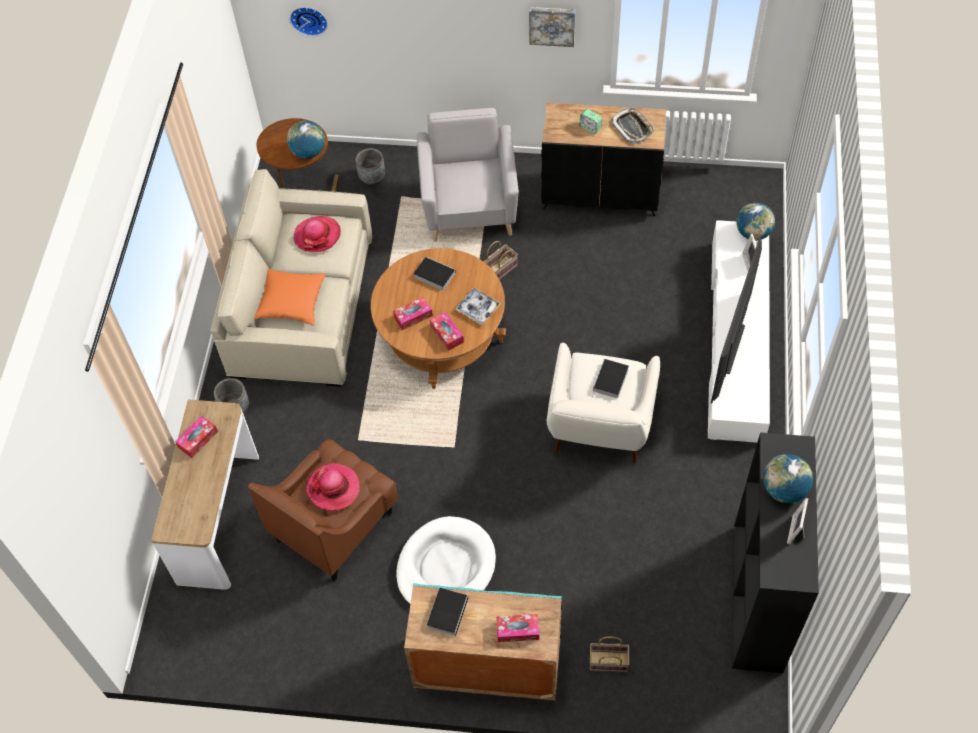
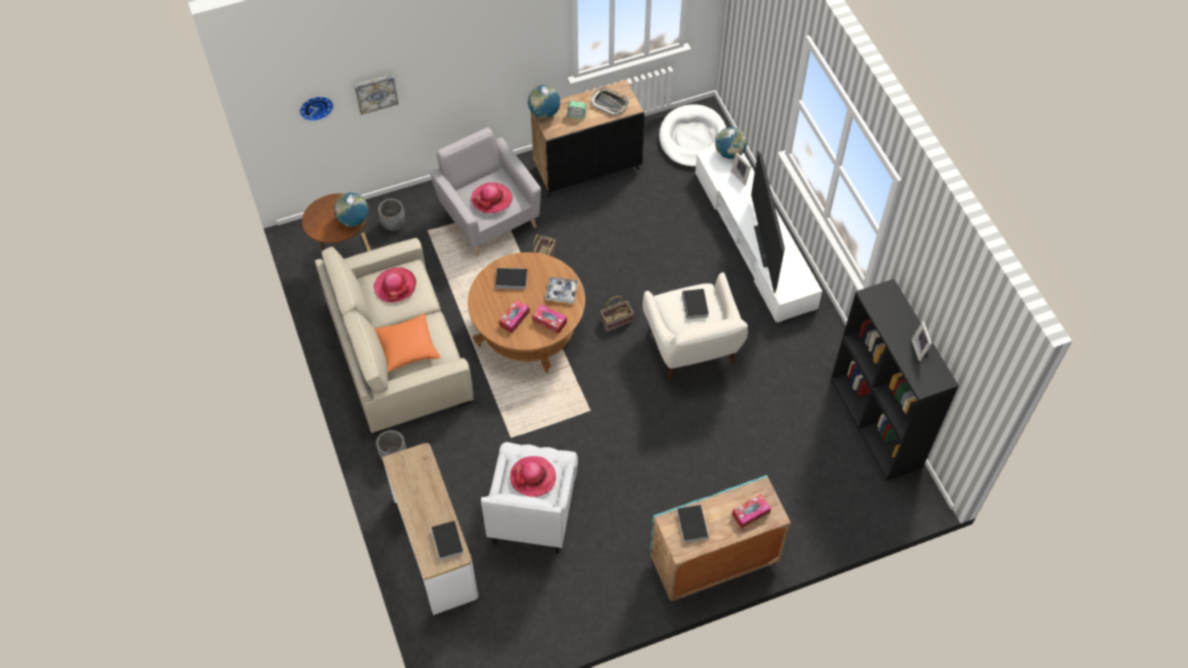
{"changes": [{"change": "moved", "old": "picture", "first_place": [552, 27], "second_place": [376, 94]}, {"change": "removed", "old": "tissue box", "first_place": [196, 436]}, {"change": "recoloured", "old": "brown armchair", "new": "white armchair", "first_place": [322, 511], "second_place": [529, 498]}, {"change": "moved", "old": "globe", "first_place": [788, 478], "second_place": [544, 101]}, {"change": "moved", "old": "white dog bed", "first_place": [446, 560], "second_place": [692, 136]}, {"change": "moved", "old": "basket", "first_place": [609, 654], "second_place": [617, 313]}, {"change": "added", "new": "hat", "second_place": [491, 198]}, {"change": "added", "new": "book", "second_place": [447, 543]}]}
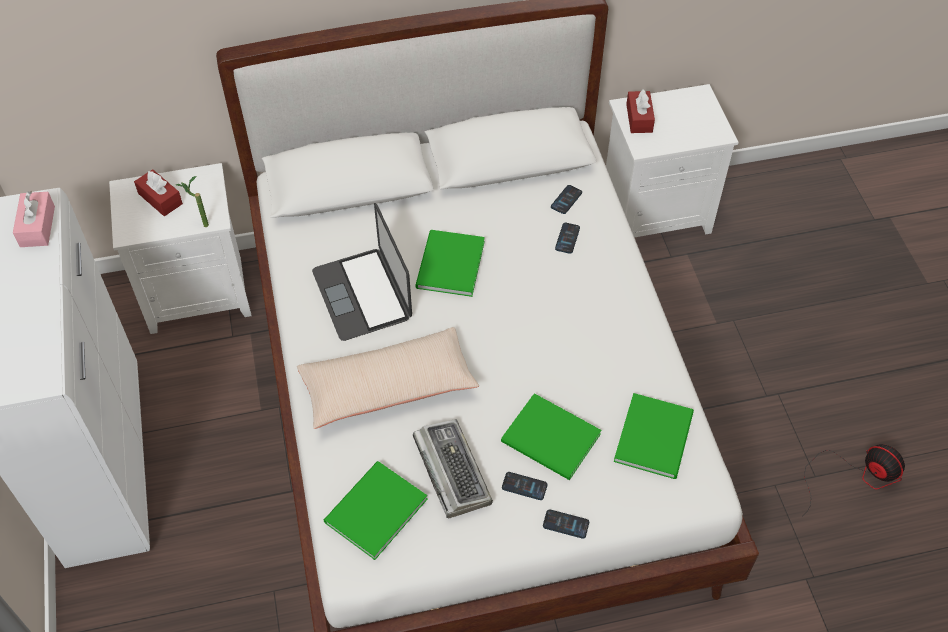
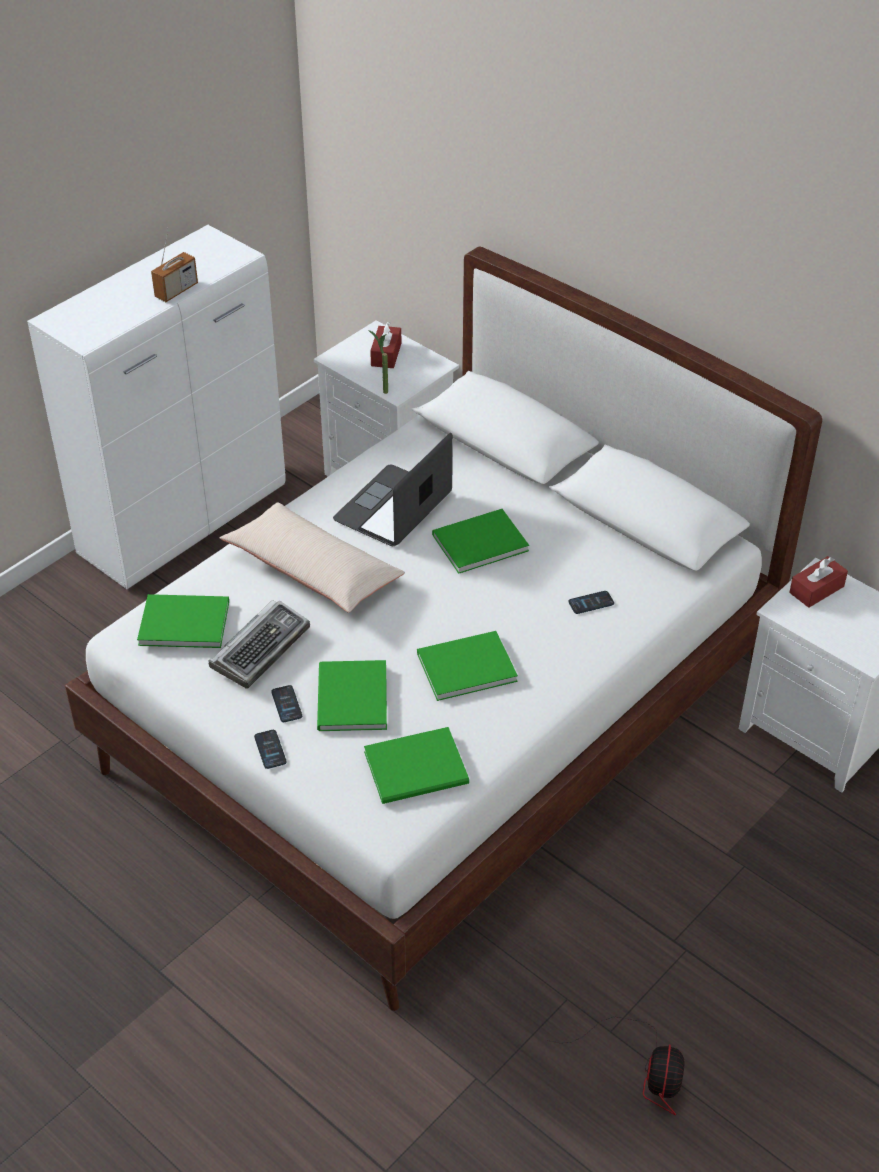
{"changes": [{"change": "removed", "old": "phone", "first_place": [566, 199]}, {"change": "removed", "old": "pink tissue box", "first_place": [34, 219]}, {"change": "added", "new": "radio", "second_place": [174, 264]}, {"change": "added", "new": "green book", "second_place": [467, 666]}]}
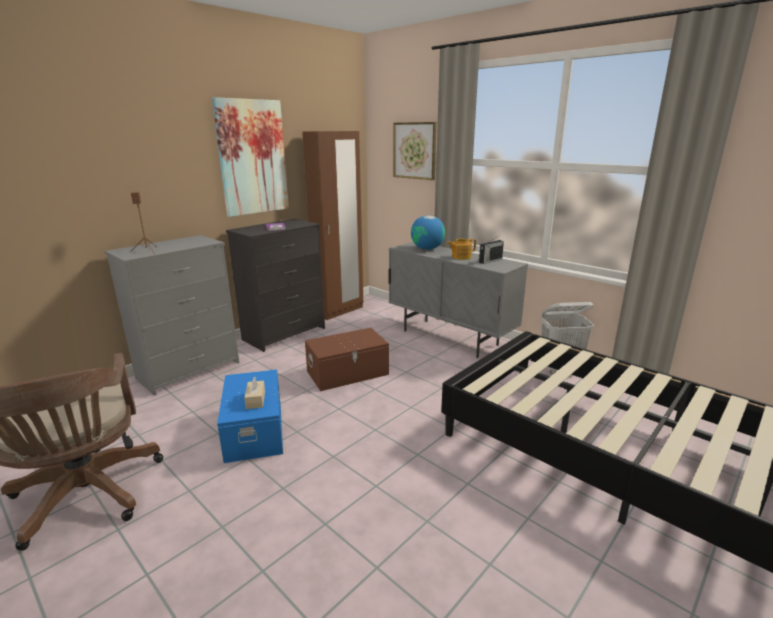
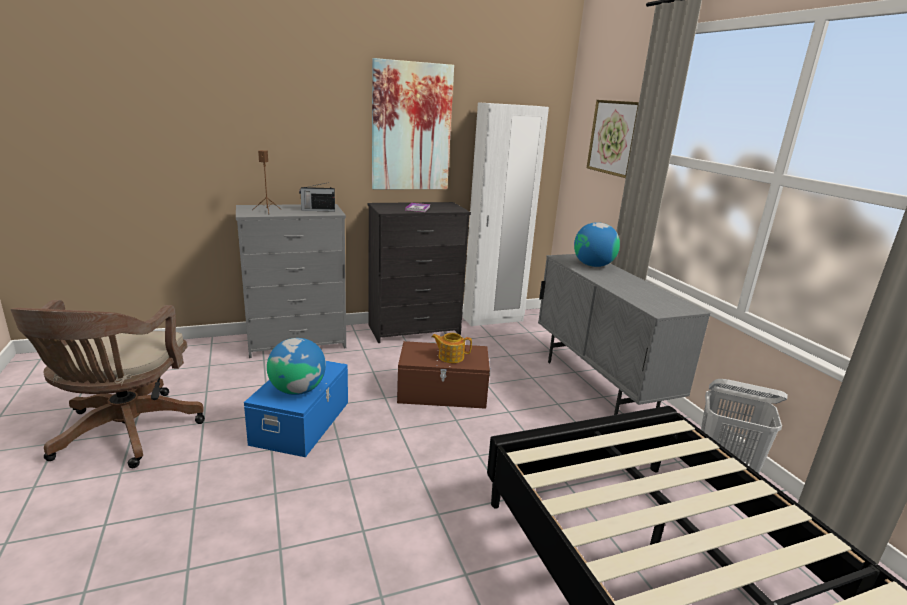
{"changes": [{"change": "recoloured", "old": "brown wardrobe", "new": "white wardrobe", "first_place": [333, 225], "second_place": [506, 214]}, {"change": "moved", "old": "radio", "first_place": [491, 250], "second_place": [317, 197]}, {"change": "moved", "old": "teapot", "first_place": [461, 249], "second_place": [452, 348]}, {"change": "replaced", "old": "beige tissue box", "new": "globe", "first_place": [254, 393], "second_place": [296, 366]}]}
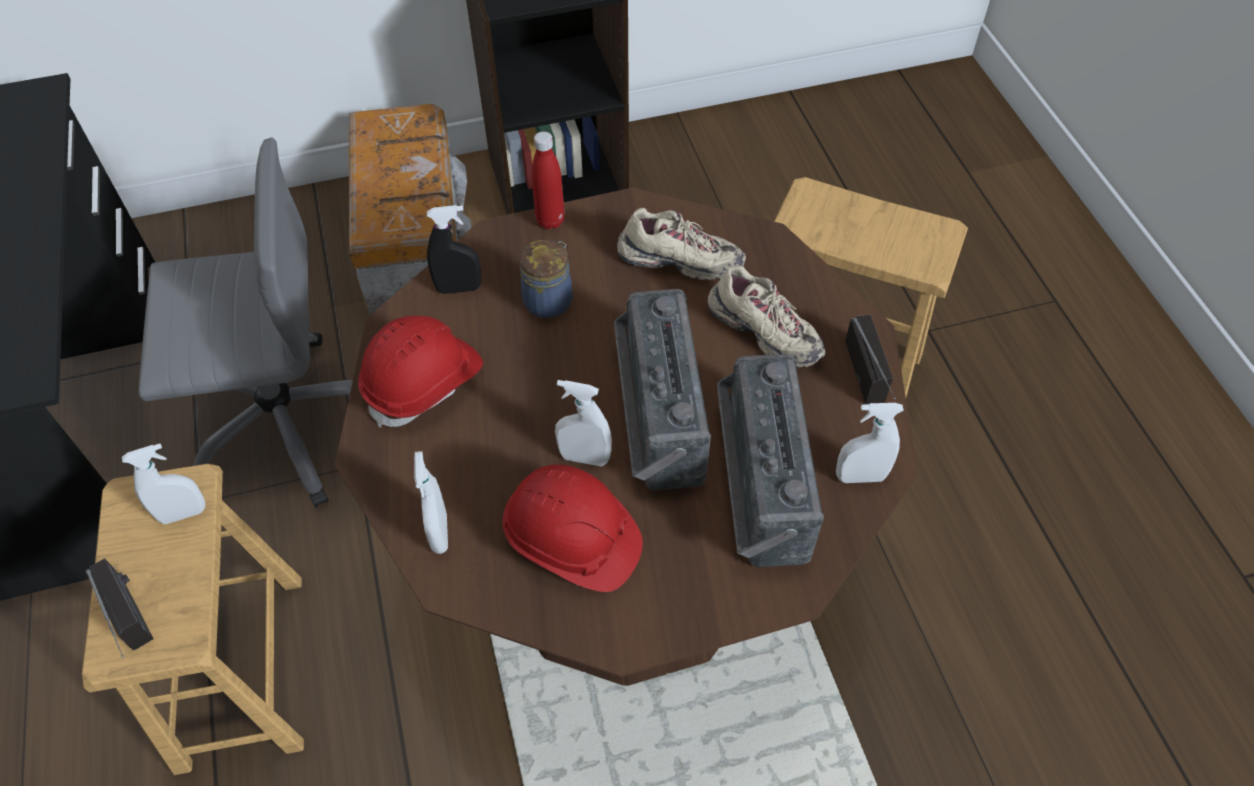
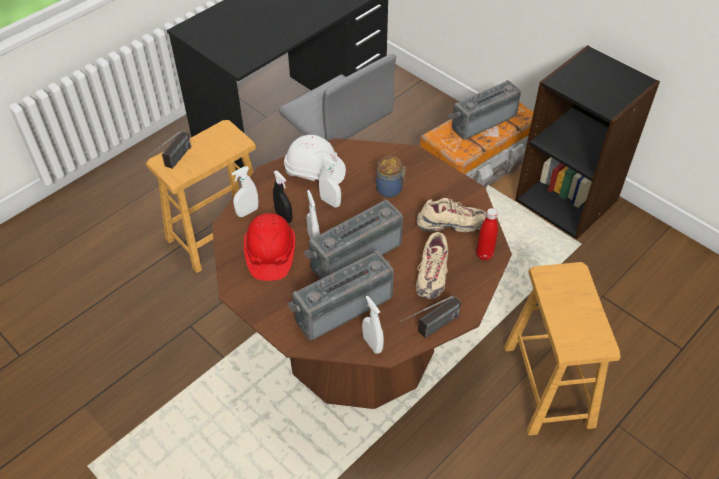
{"changes": [{"change": "moved", "old": "red bottle", "first_place": [548, 180], "second_place": [487, 234]}, {"change": "moved", "old": "black spray bottle", "first_place": [454, 249], "second_place": [283, 196]}, {"change": "turned", "old": "beige shoe", "first_place": [681, 244], "second_place": [451, 215], "degrees": -75}, {"change": "recoloured", "old": "red hard hat", "new": "white hard hat", "first_place": [420, 372], "second_place": [315, 159]}, {"change": "moved", "old": "white spray bottle", "first_place": [163, 483], "second_place": [330, 181]}, {"change": "added", "new": "radio", "second_place": [484, 110]}]}
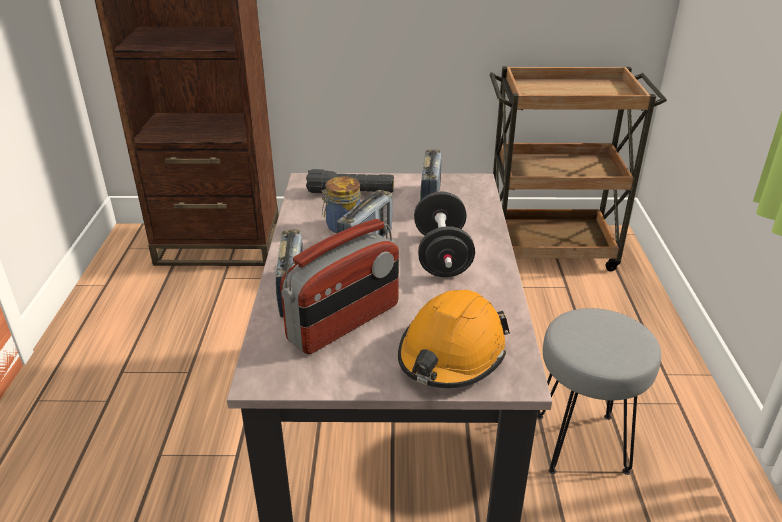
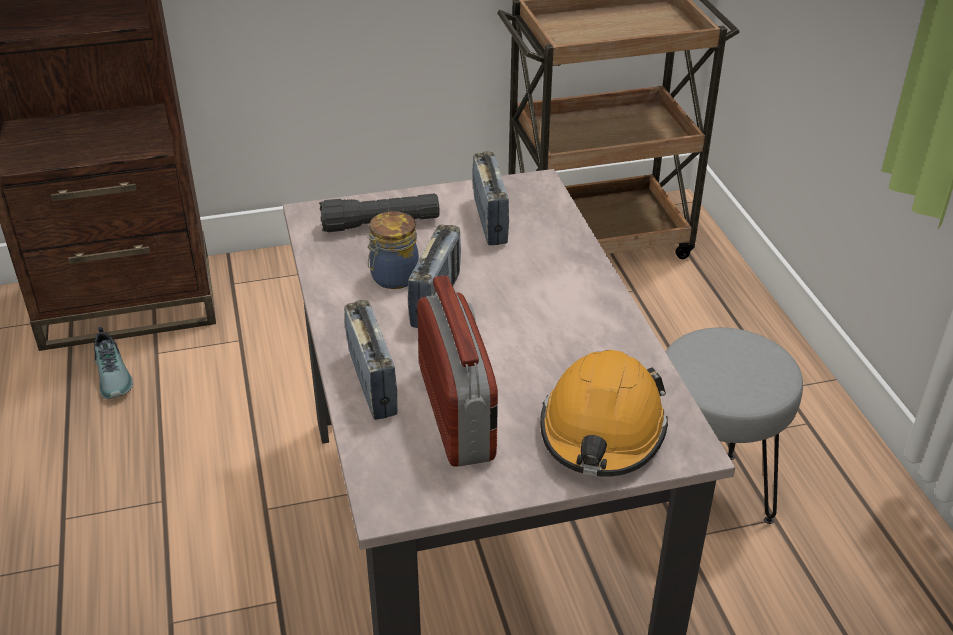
{"changes": [{"change": "removed", "old": "black dumbbell", "first_place": [444, 234]}, {"change": "turned", "old": "radio", "first_place": [339, 286], "second_place": [457, 371], "degrees": -45}, {"change": "added", "new": "shoe", "second_place": [113, 363]}]}
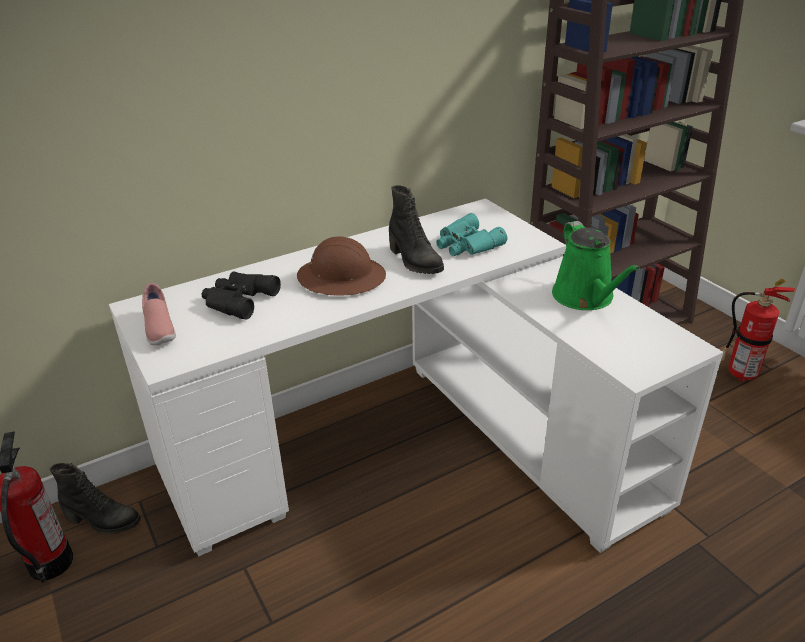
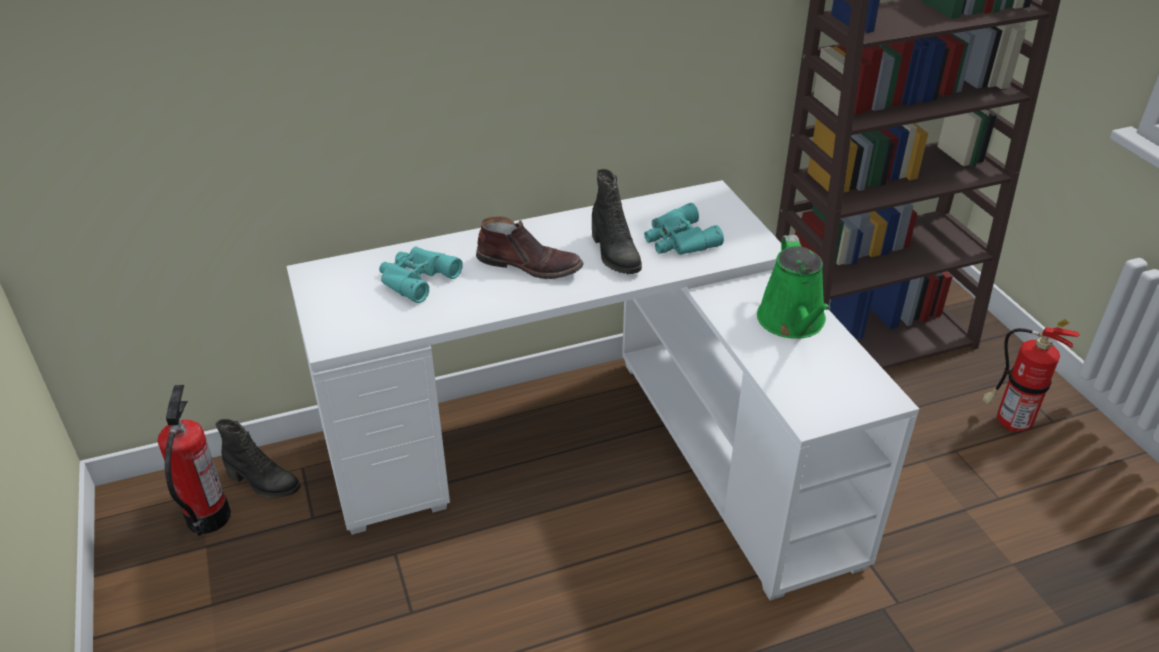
{"changes": [{"change": "replaced", "old": "brown hard hat", "new": "brown boot", "first_place": [341, 266], "second_place": [530, 247]}, {"change": "recoloured", "old": "black binoculars", "new": "turquoise binoculars", "first_place": [241, 295], "second_place": [420, 275]}, {"change": "removed", "old": "pink shoe", "first_place": [159, 314]}]}
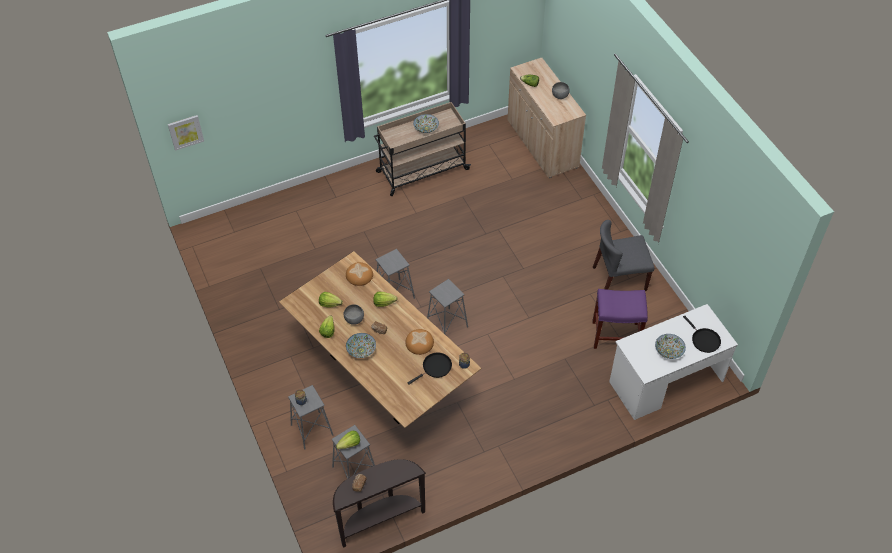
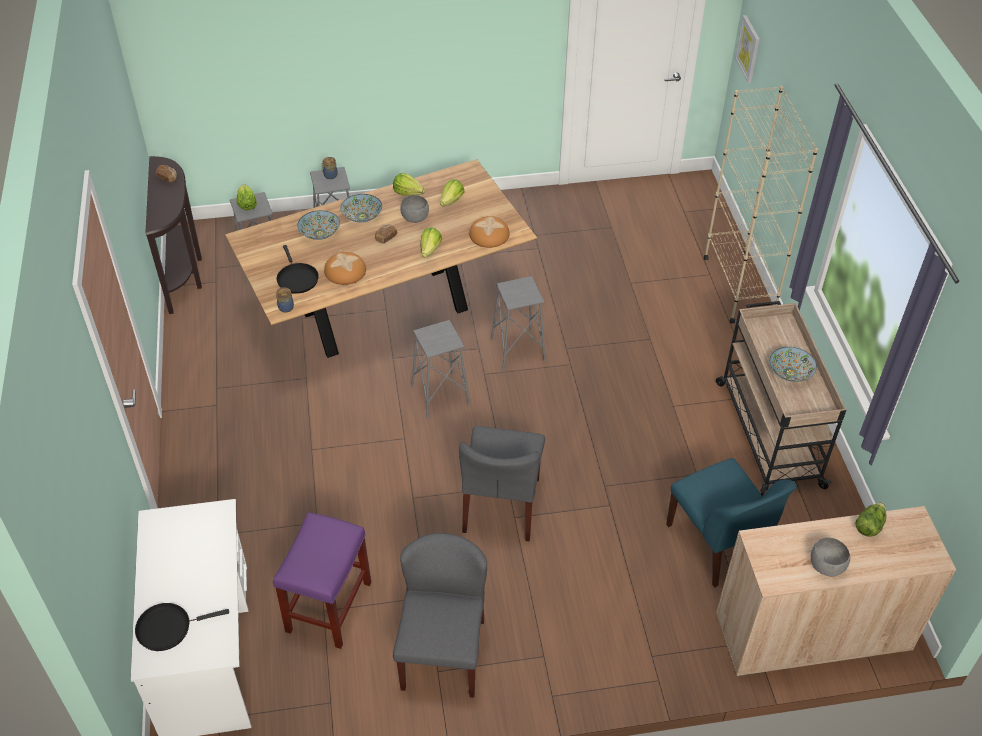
{"changes": [{"change": "moved", "old": "bowl", "first_place": [670, 346], "second_place": [318, 225]}, {"change": "added", "new": "beige bookcase", "second_place": [761, 205]}, {"change": "added", "new": "grey chair", "second_place": [502, 483]}, {"change": "added", "new": "blue chair", "second_place": [731, 523]}]}
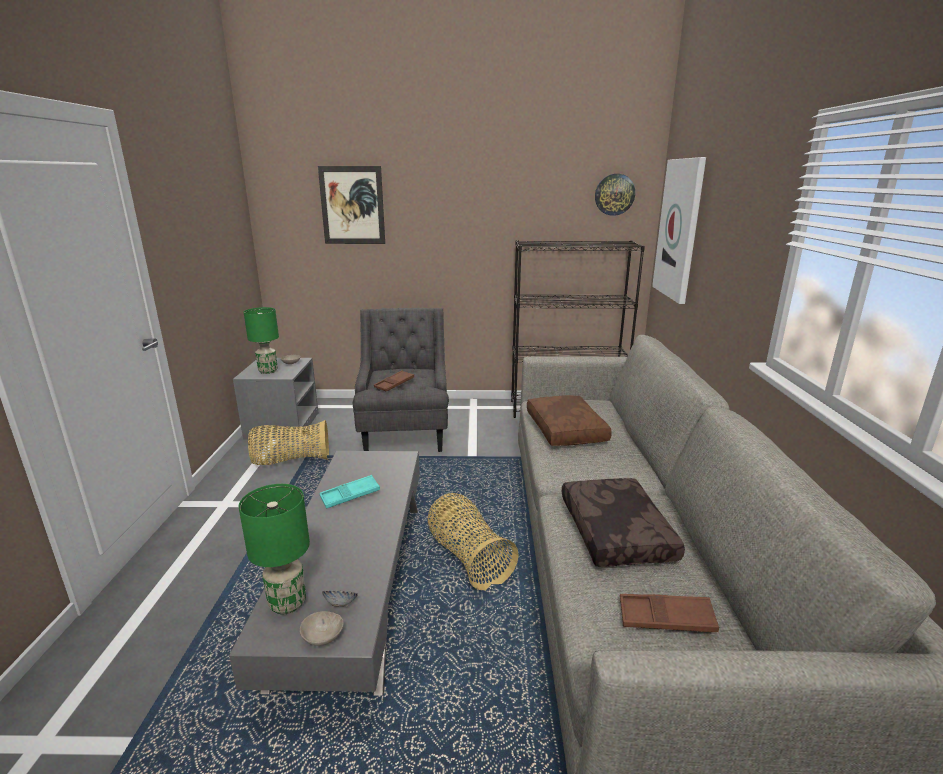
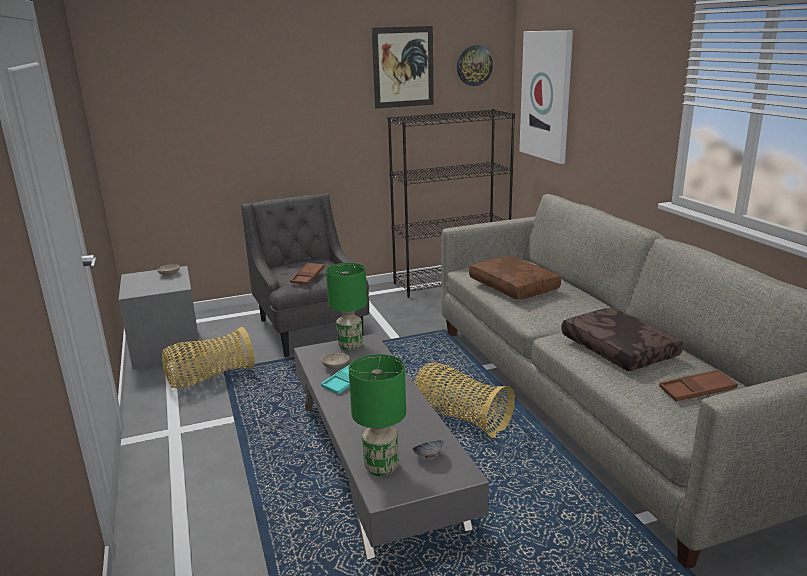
{"changes": [{"change": "moved", "old": "picture", "first_place": [351, 205], "second_place": [403, 67]}, {"change": "moved", "old": "green table lamp", "first_place": [261, 340], "second_place": [346, 306]}, {"change": "moved", "old": "beige bowl", "first_place": [322, 628], "second_place": [335, 361]}]}
